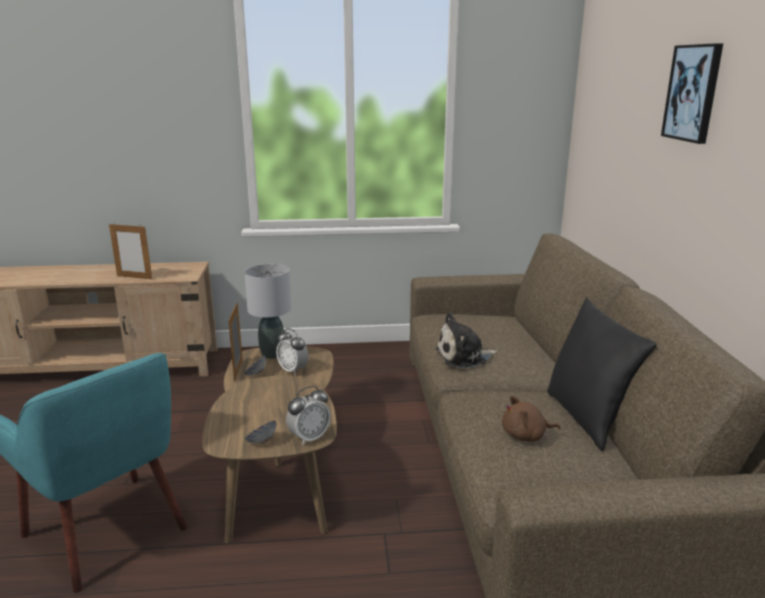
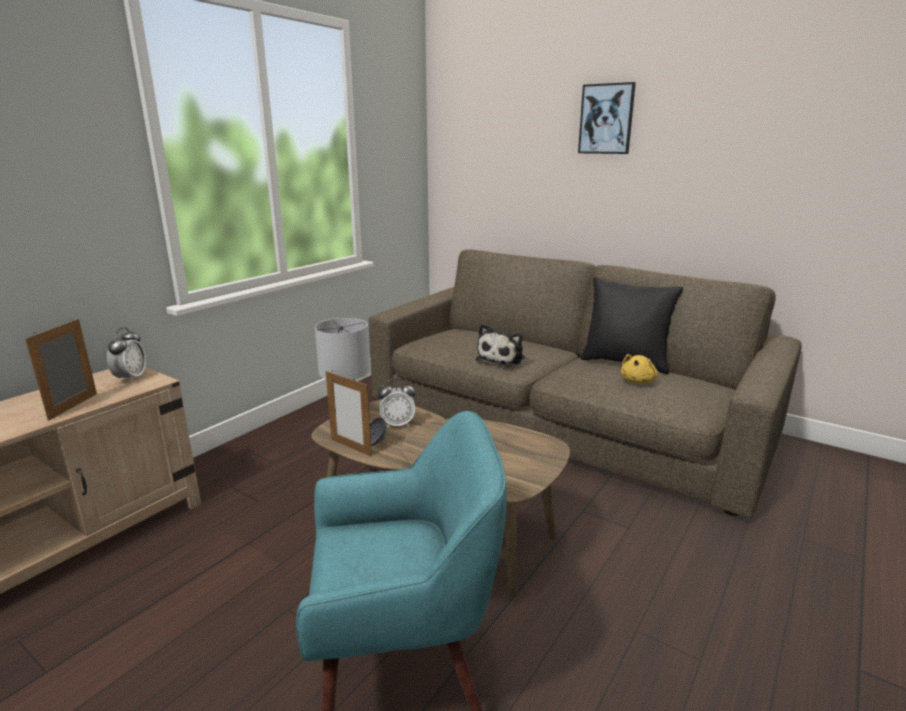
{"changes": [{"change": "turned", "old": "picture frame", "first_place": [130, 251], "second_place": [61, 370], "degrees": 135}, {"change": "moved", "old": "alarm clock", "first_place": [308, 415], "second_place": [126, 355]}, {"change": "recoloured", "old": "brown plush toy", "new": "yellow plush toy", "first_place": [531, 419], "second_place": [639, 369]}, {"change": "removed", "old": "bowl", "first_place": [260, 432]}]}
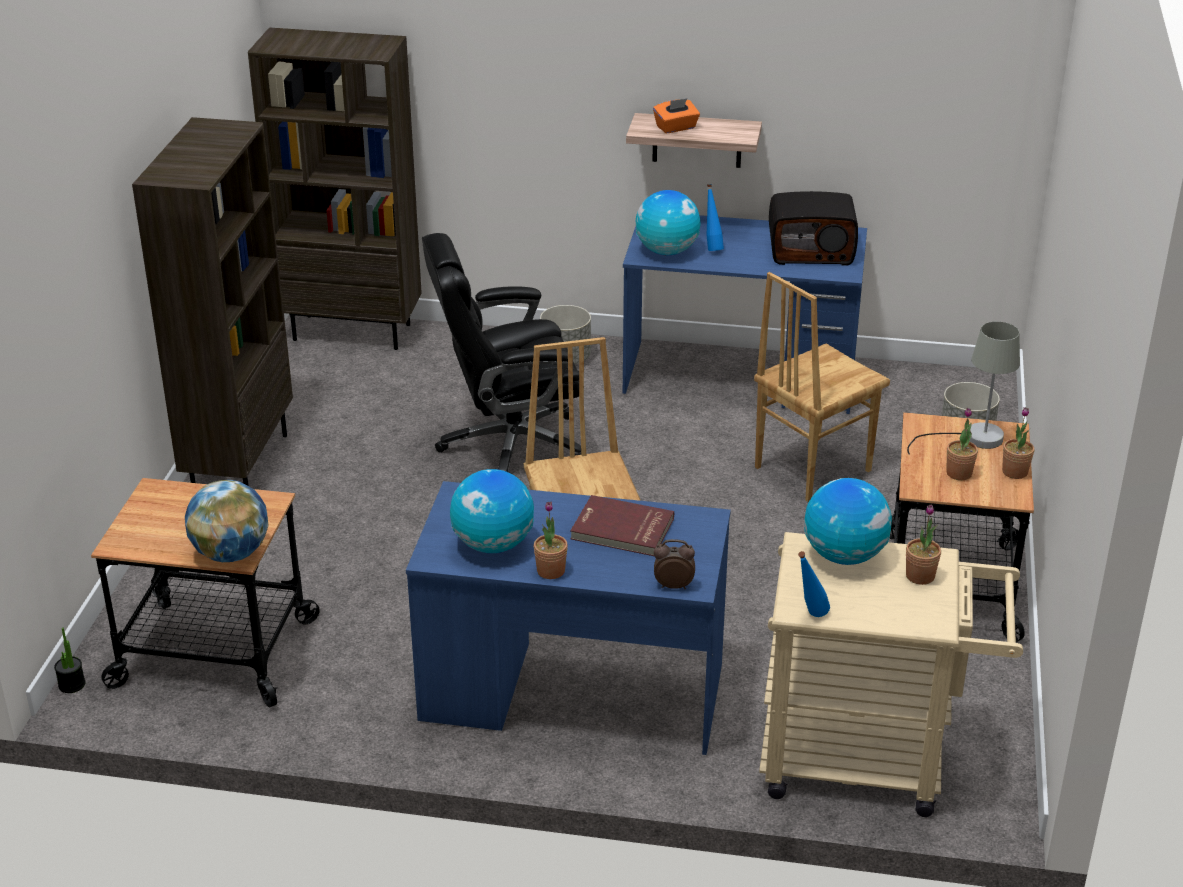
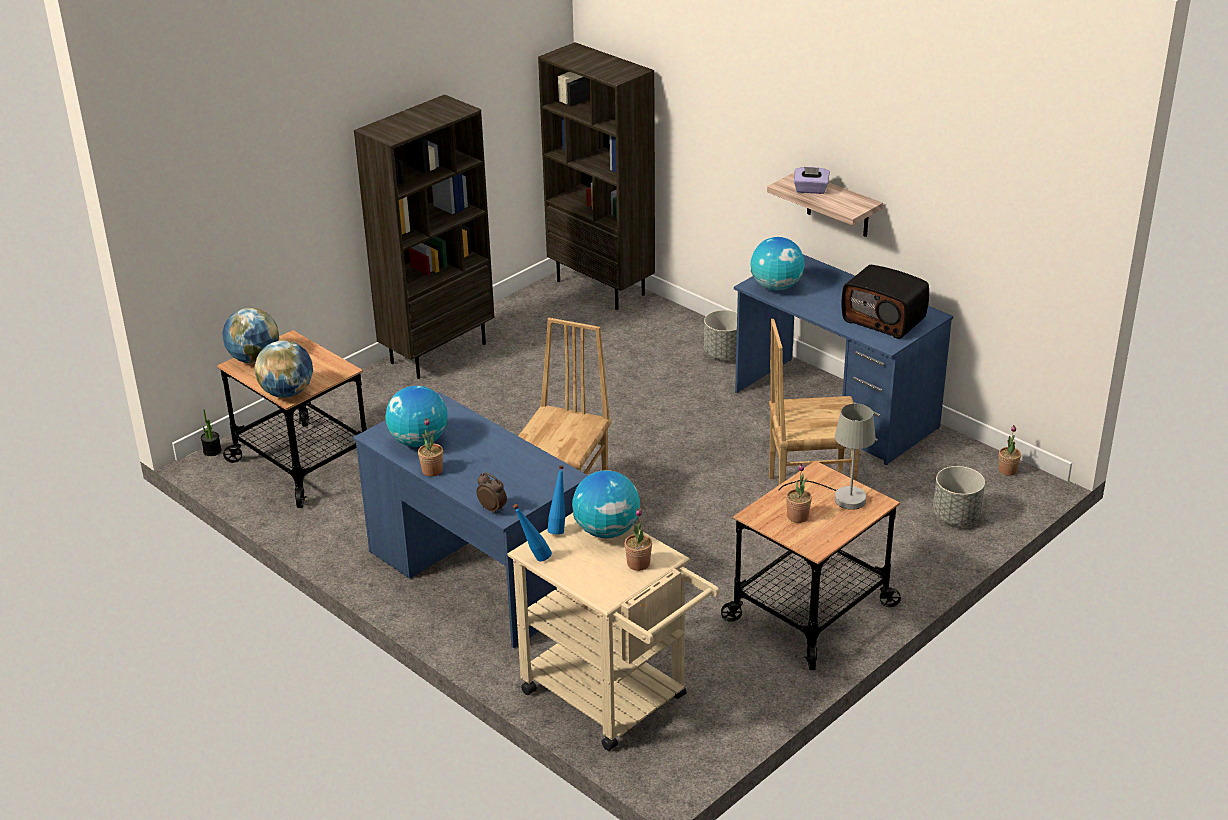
{"changes": [{"change": "recoloured", "old": "orange tissue box", "new": "purple tissue box", "first_place": [676, 115], "second_place": [812, 180]}, {"change": "moved", "old": "blue bottle", "first_place": [715, 217], "second_place": [556, 499]}, {"change": "removed", "old": "black office chair", "first_place": [501, 352]}, {"change": "moved", "old": "potted plant", "first_place": [1018, 443], "second_place": [1010, 450]}, {"change": "removed", "old": "red book", "first_place": [622, 525]}, {"change": "added", "new": "globe", "second_place": [250, 335]}]}
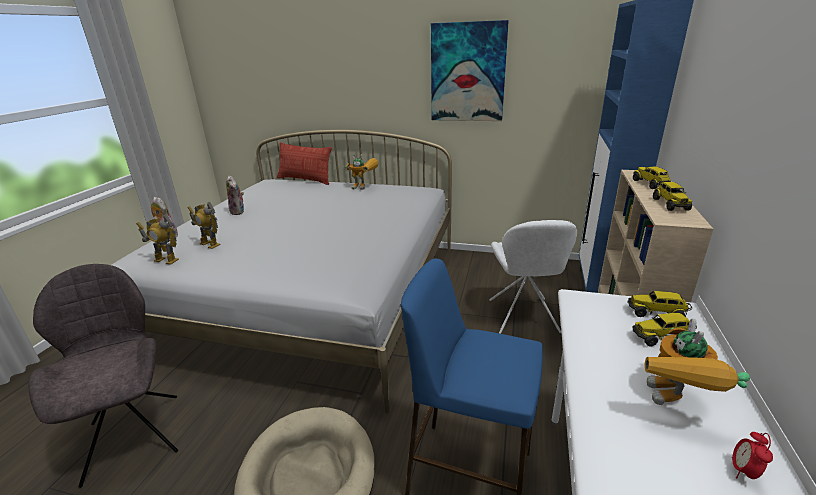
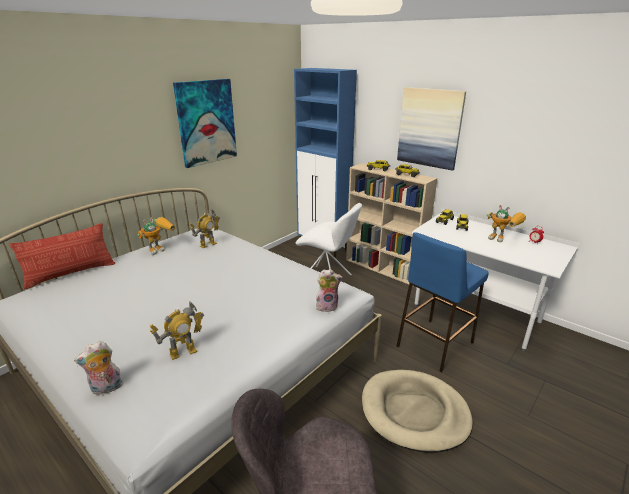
{"changes": [{"change": "moved", "old": "plush toy", "first_place": [235, 195], "second_place": [329, 290]}, {"change": "moved", "old": "toy robot", "first_place": [157, 239], "second_place": [205, 228]}, {"change": "added", "new": "picture", "second_place": [431, 129]}]}
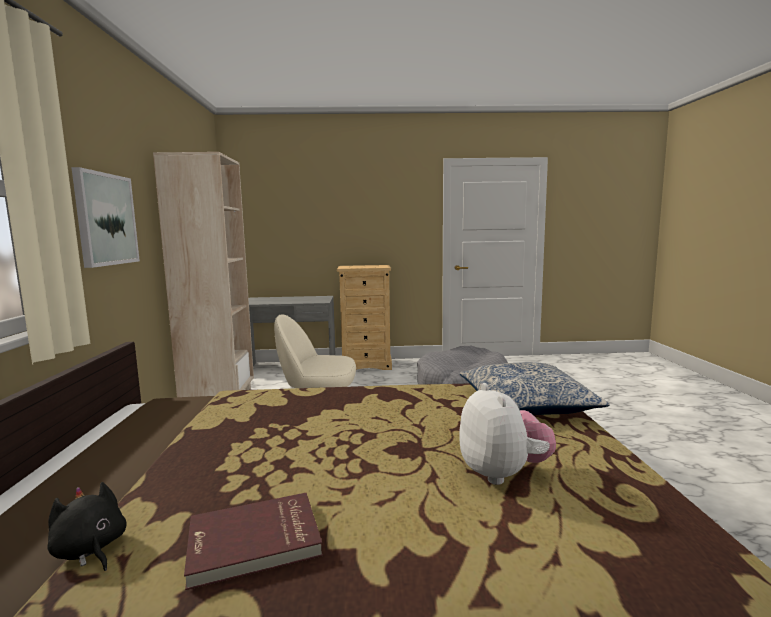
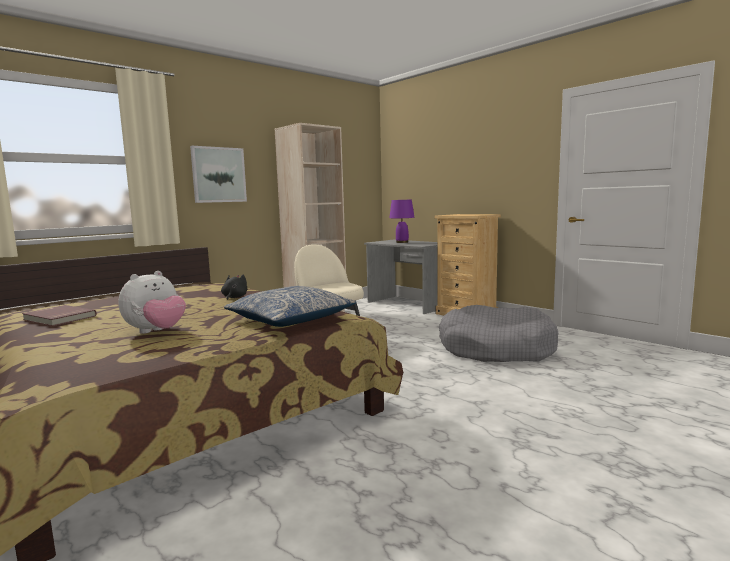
{"changes": [{"change": "moved", "old": "black plush toy", "first_place": [87, 526], "second_place": [234, 287]}, {"change": "added", "new": "purple table lamp", "second_place": [402, 221]}]}
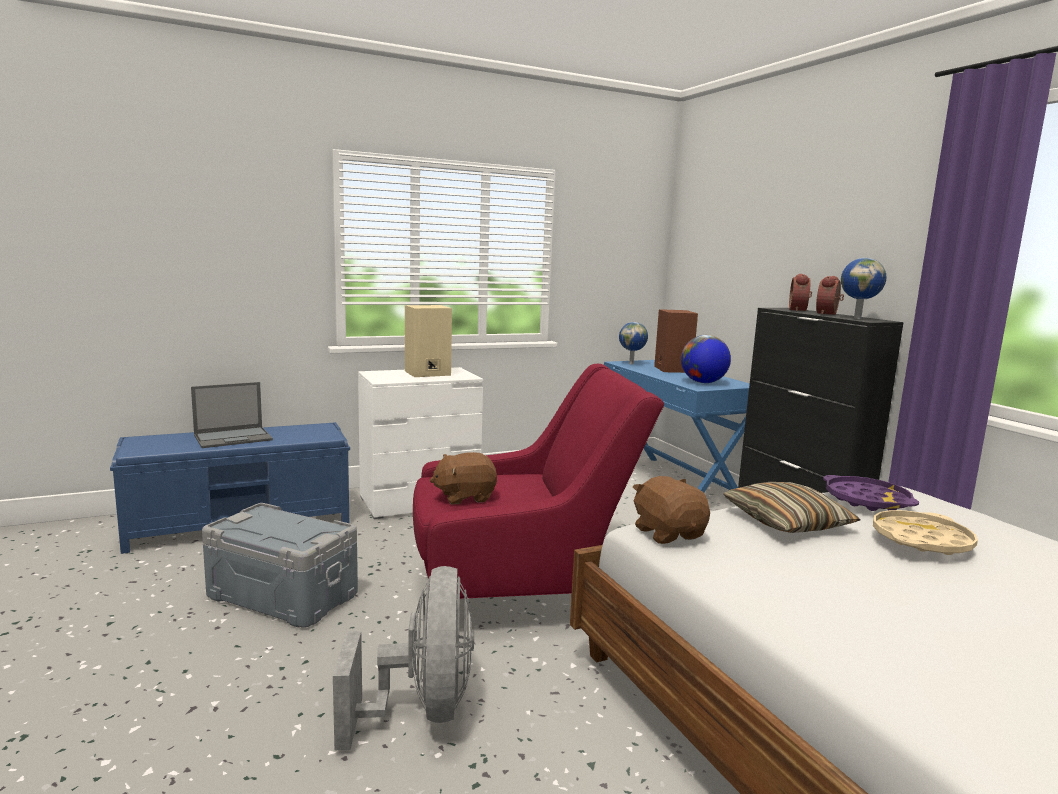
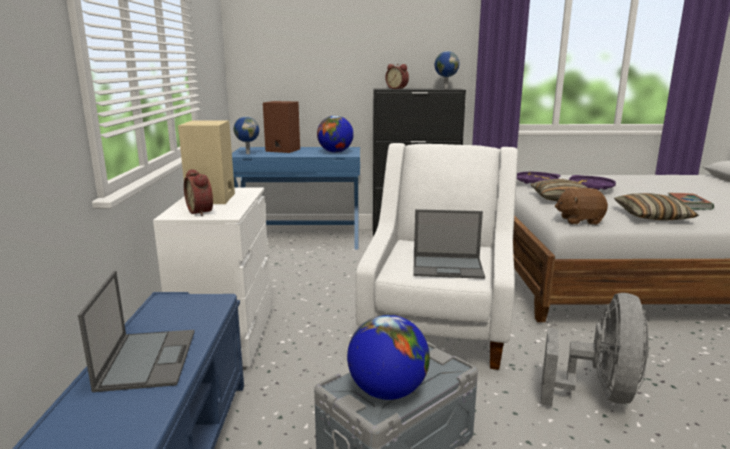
{"changes": [{"change": "moved", "old": "alarm clock", "first_place": [830, 295], "second_place": [198, 192]}, {"change": "recoloured", "old": "red armchair", "new": "white armchair", "first_place": [538, 481], "second_place": [436, 256]}, {"change": "replaced", "old": "brown plush toy", "new": "laptop", "first_place": [463, 478], "second_place": [449, 244]}, {"change": "recoloured", "old": "beige tray", "new": "purple tray", "first_place": [925, 532], "second_place": [592, 182]}, {"change": "turned", "old": "grey fan", "first_place": [403, 658], "second_place": [595, 349], "degrees": 90}, {"change": "added", "new": "pillow", "second_place": [656, 207]}, {"change": "added", "new": "book", "second_place": [691, 201]}, {"change": "added", "new": "globe", "second_place": [388, 357]}]}
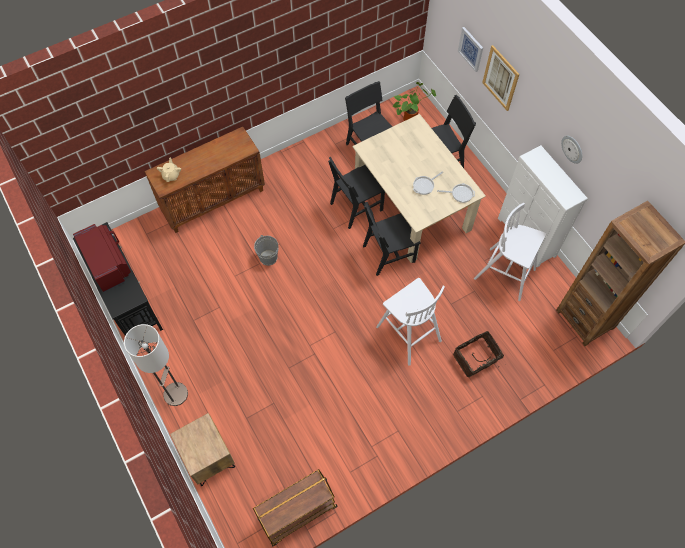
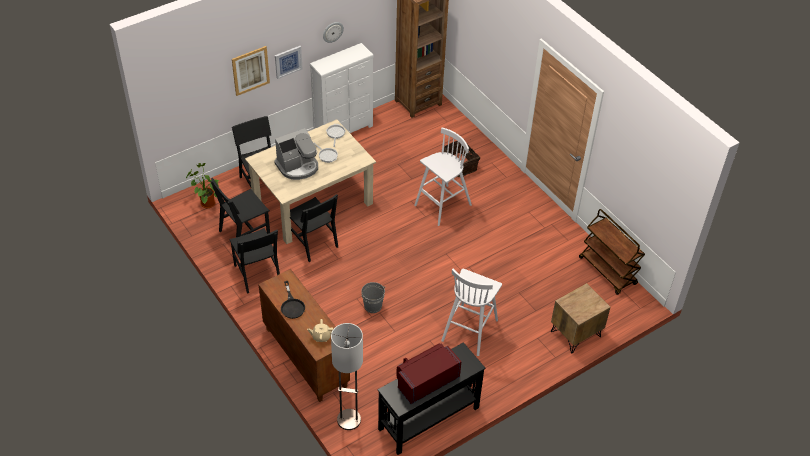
{"changes": [{"change": "moved", "old": "picture", "first_place": [470, 49], "second_place": [288, 62]}, {"change": "moved", "old": "black chair", "first_place": [392, 239], "second_place": [254, 261]}, {"change": "moved", "old": "white stool", "first_place": [510, 252], "second_place": [471, 312]}, {"change": "moved", "old": "floor lamp", "first_place": [156, 365], "second_place": [347, 376]}, {"change": "added", "new": "coffee machine", "second_place": [296, 154]}, {"change": "added", "new": "black frying pan", "second_place": [293, 300]}]}
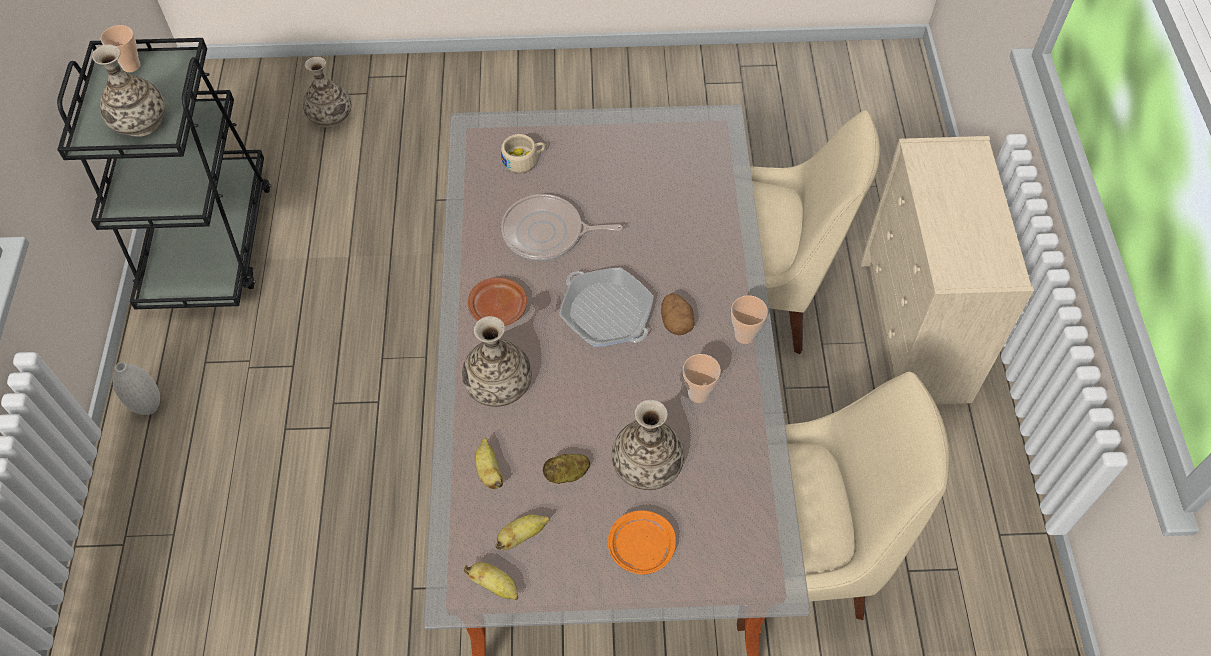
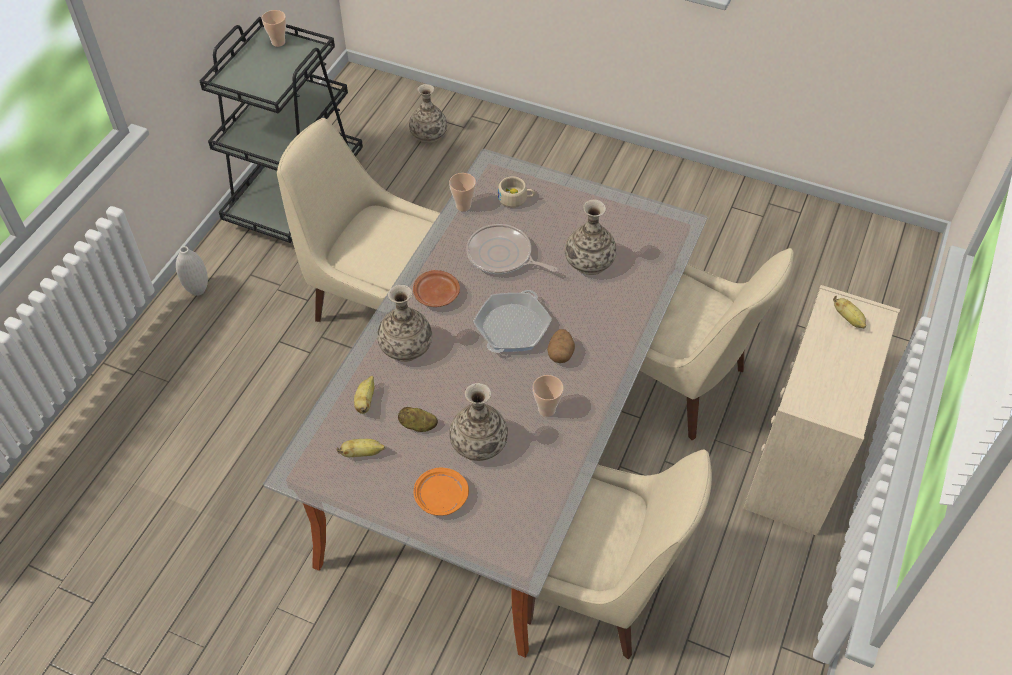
{"changes": [{"change": "moved", "old": "vase", "first_place": [128, 91], "second_place": [591, 237]}, {"change": "turned", "old": "frying pan", "first_place": [606, 307], "second_place": [512, 321], "degrees": 45}, {"change": "moved", "old": "cup", "first_place": [749, 319], "second_place": [462, 192]}, {"change": "moved", "old": "banana", "first_place": [491, 581], "second_place": [849, 312]}, {"change": "added", "new": "beige chair", "second_place": [358, 220]}]}
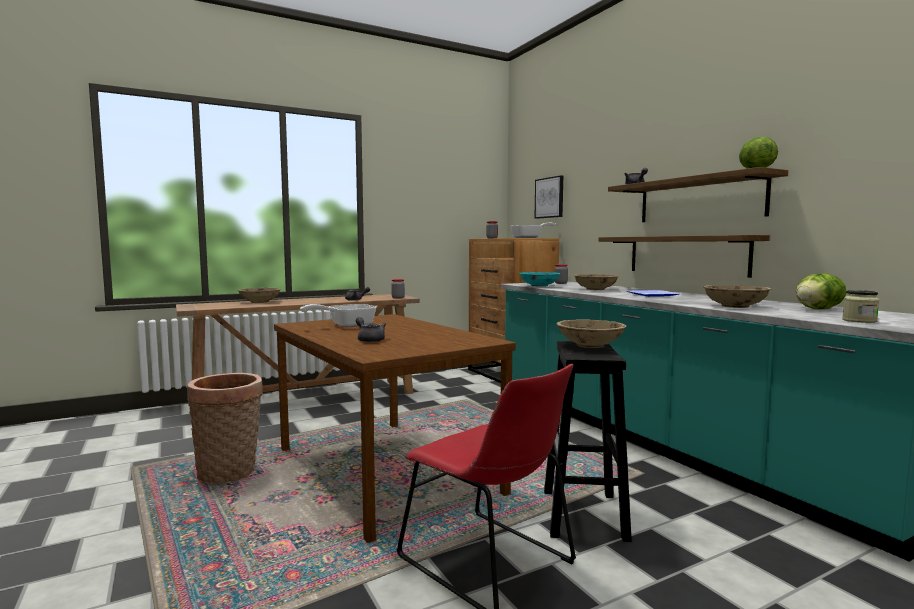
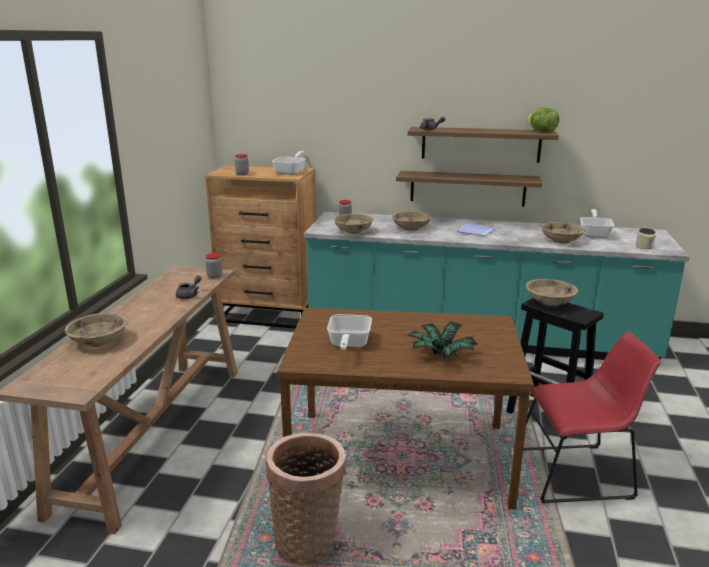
{"changes": [{"change": "removed", "old": "picture", "first_place": [549, 197]}, {"change": "recoloured", "old": "turquoise bowl", "new": "beige bowl", "first_place": [539, 279], "second_place": [353, 224]}, {"change": "replaced", "old": "lettuce", "new": "frying pan", "first_place": [821, 291], "second_place": [597, 223]}, {"change": "replaced", "old": "grey teapot", "new": "potted plant", "first_place": [371, 330], "second_place": [442, 340]}]}
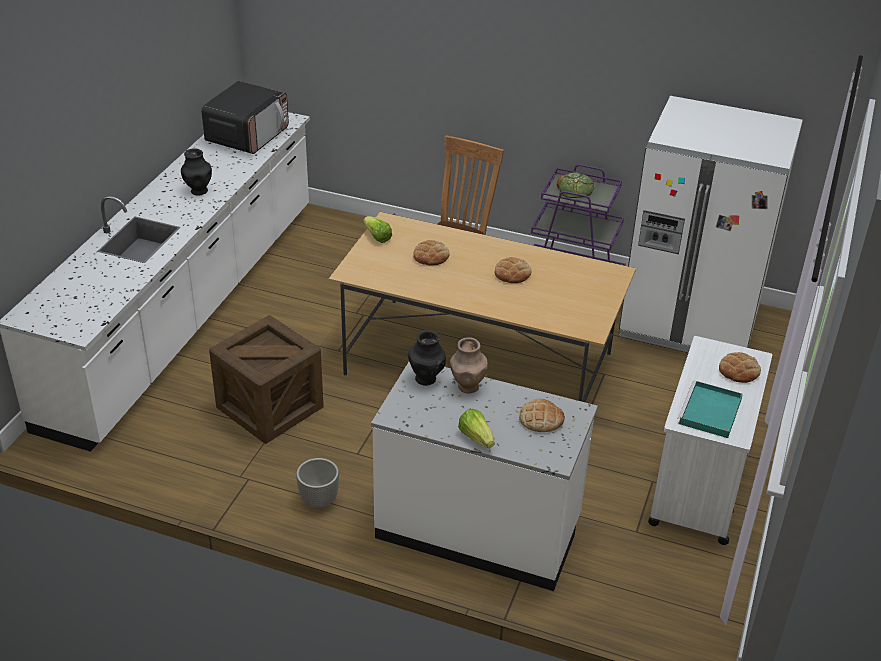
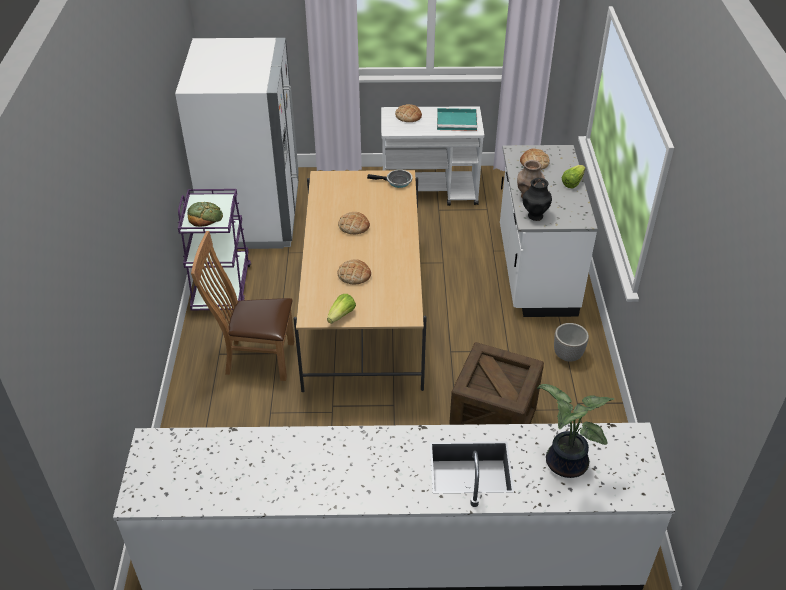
{"changes": [{"change": "removed", "old": "microwave", "first_place": [245, 117]}, {"change": "removed", "old": "black vase", "first_place": [196, 171]}, {"change": "added", "new": "frying pan", "second_place": [389, 179]}, {"change": "added", "new": "potted plant", "second_place": [575, 431]}]}
